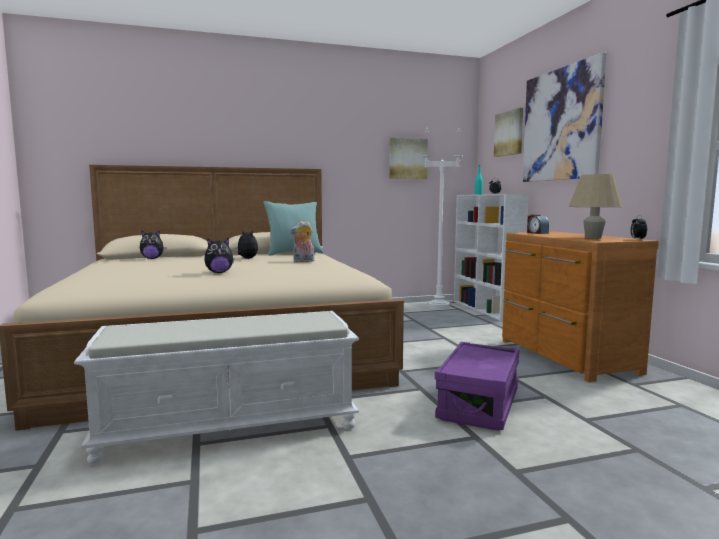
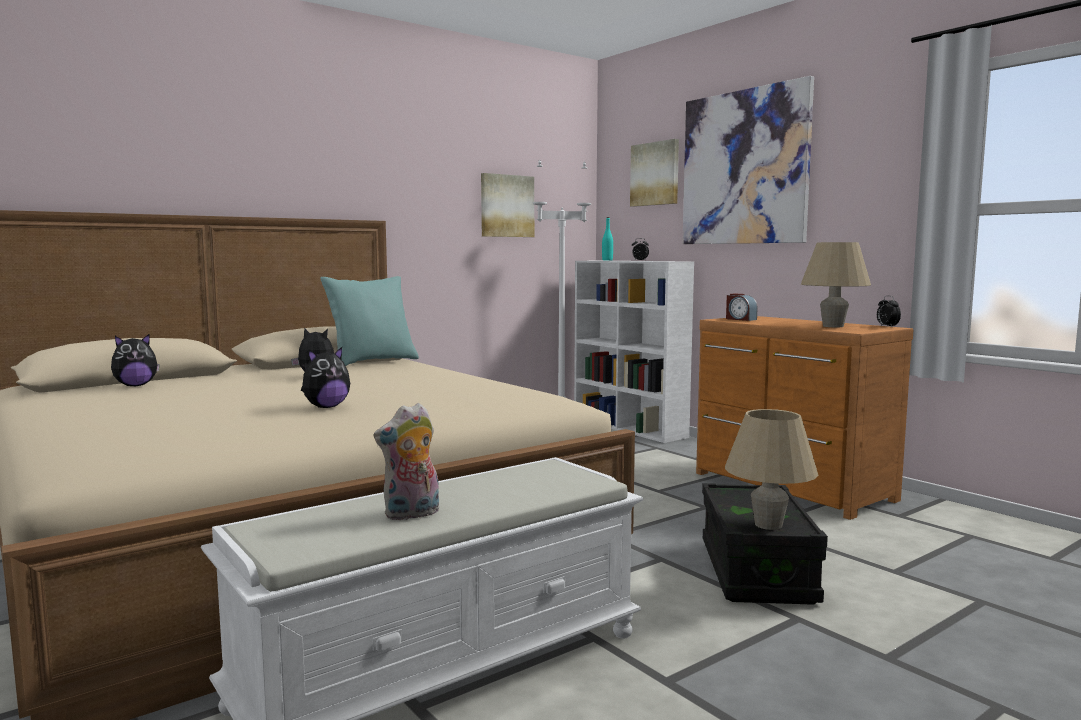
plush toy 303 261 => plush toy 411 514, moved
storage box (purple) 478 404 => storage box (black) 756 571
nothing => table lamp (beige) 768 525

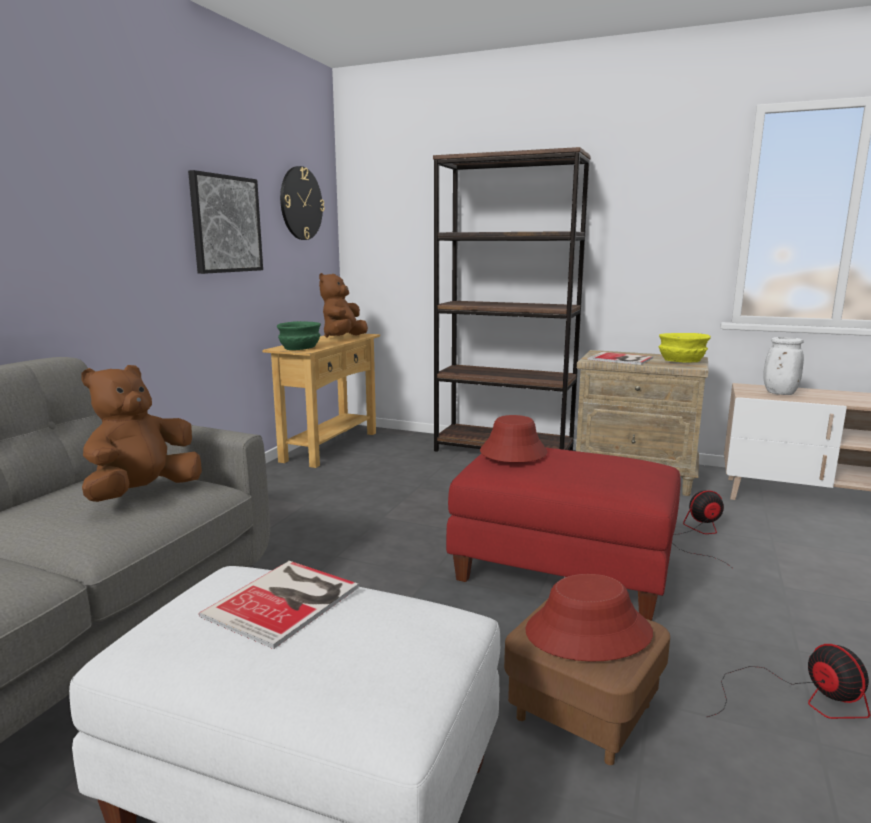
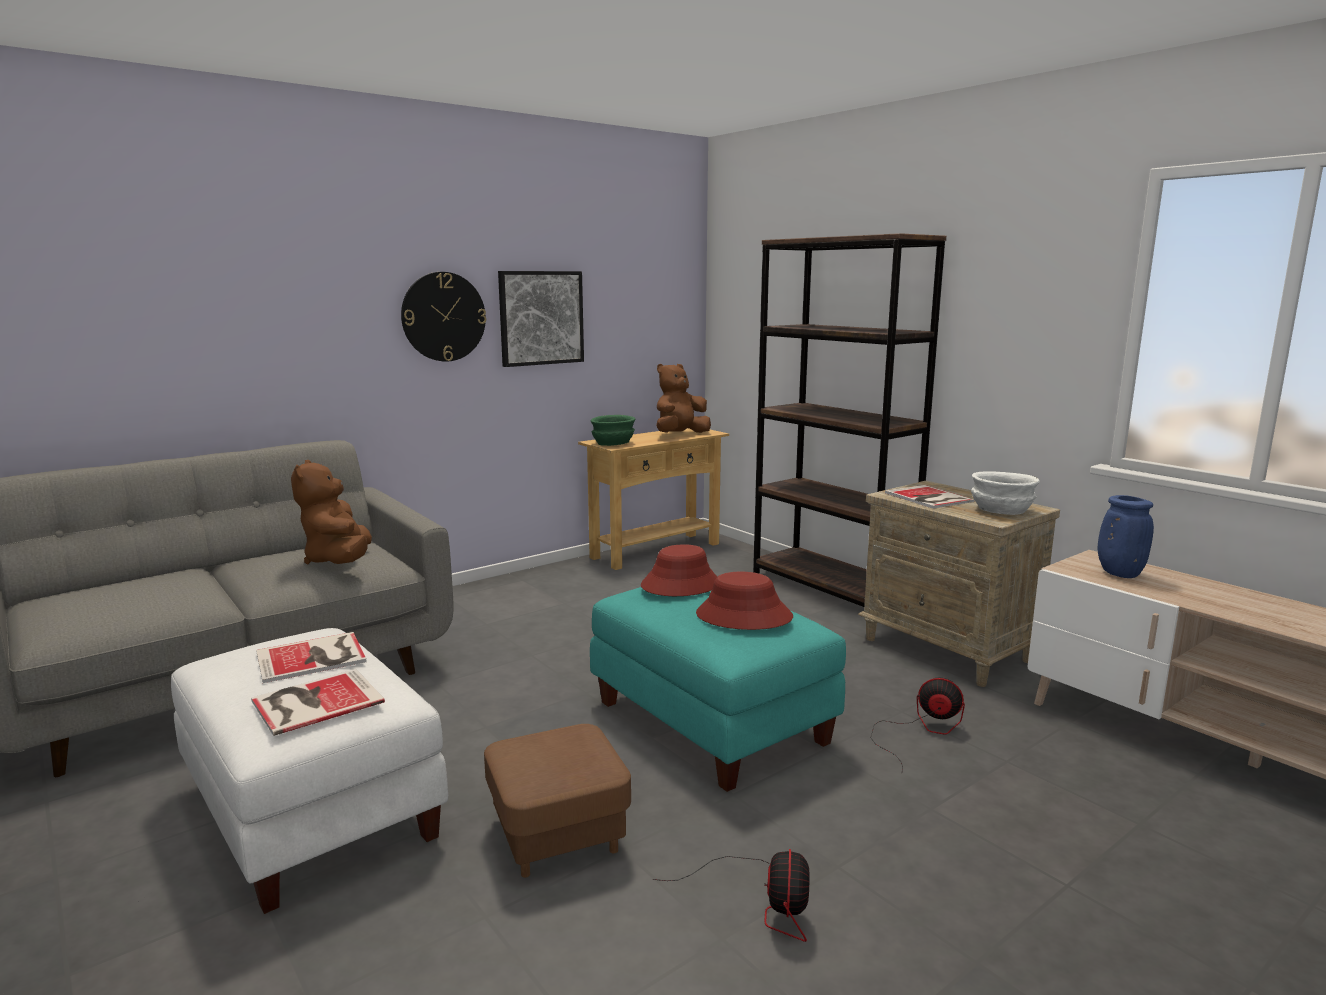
plush toy (brown) 143 493 => plush toy (brown) 339 561, 75 degrees counterclockwise
wall clock 301 203 => wall clock 443 317, moved
ottoman (red) 563 570 => ottoman (turquoise) 713 722
hat (red) 588 633 => hat (red) 743 616, moved
bowl (yellow) 681 361 => bowl (white) 1000 510
vase (white) 778 393 => vase (blue) 1118 573
nothing => book 313 702

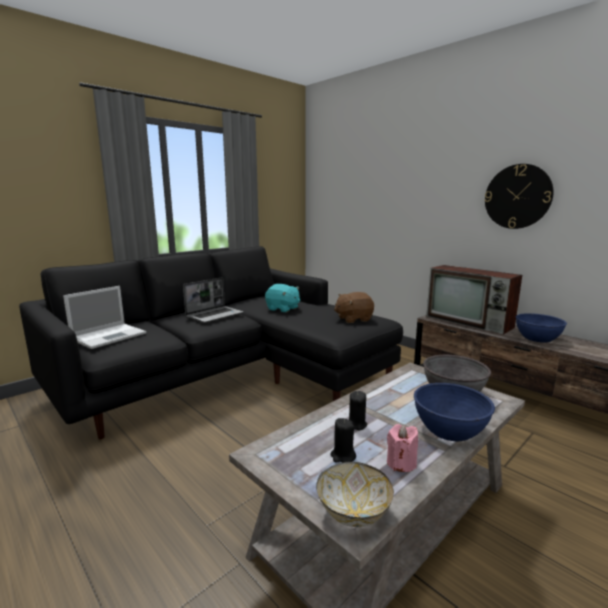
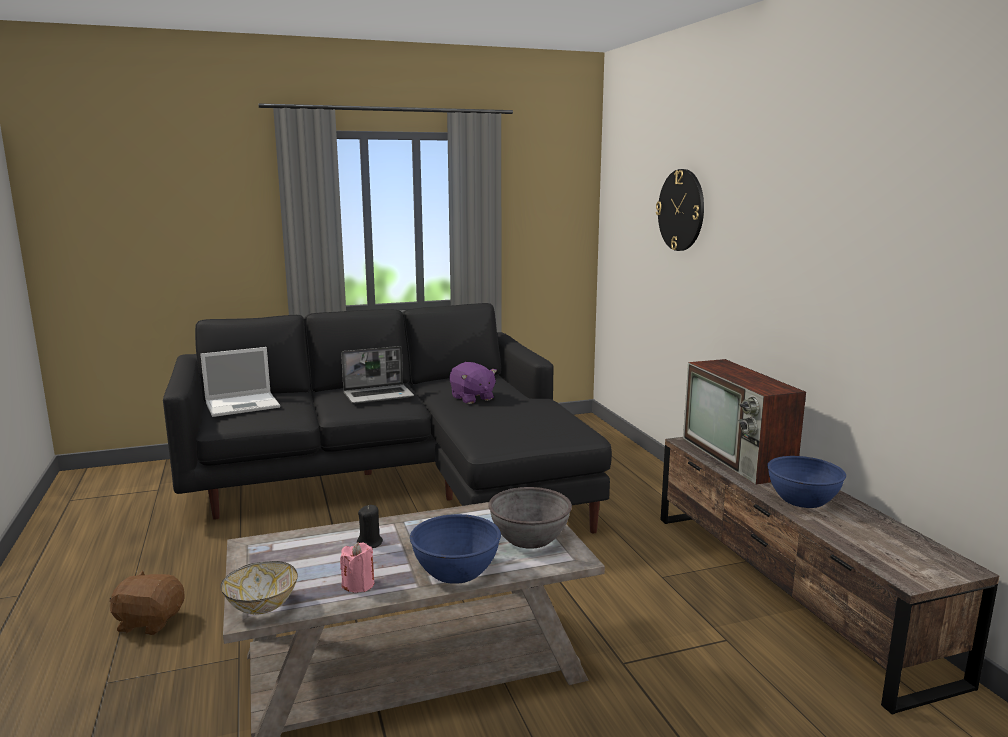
plush toy (turquoise) 283 309 => plush toy (purple) 472 398
candle (black) 343 456 => nothing
plush toy (brown) 353 319 => plush toy (brown) 150 621, moved
wall clock 517 196 => wall clock 681 210, moved

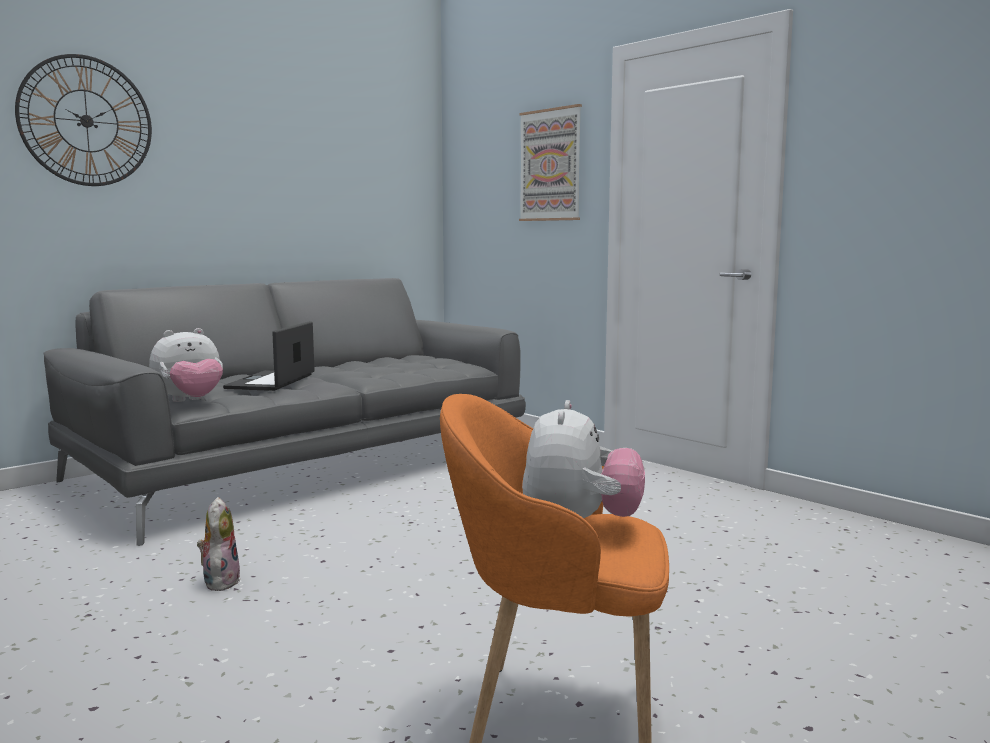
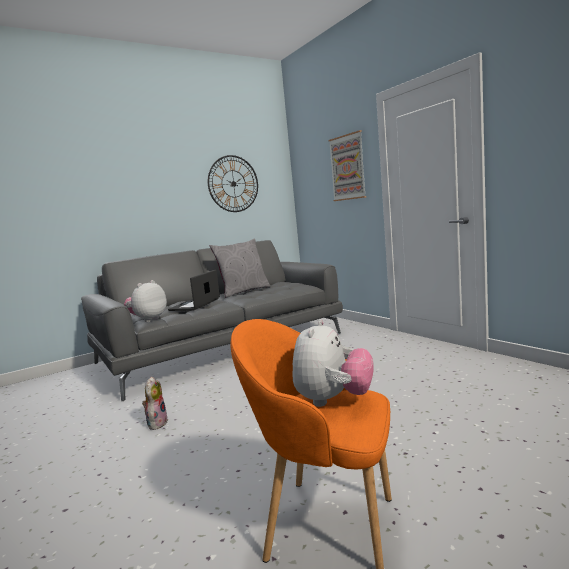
wall clock 86 121 => wall clock 233 184, moved
plush toy 190 401 => plush toy 148 320, 150 degrees clockwise
nothing => pillow (grey) 243 291

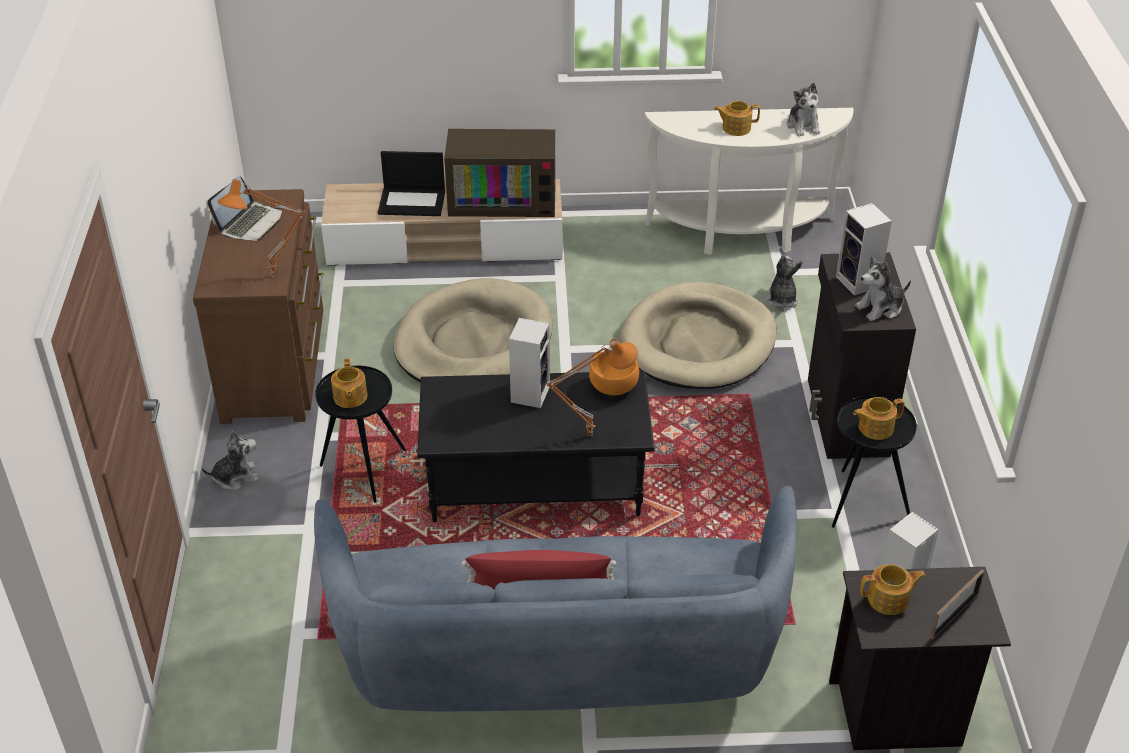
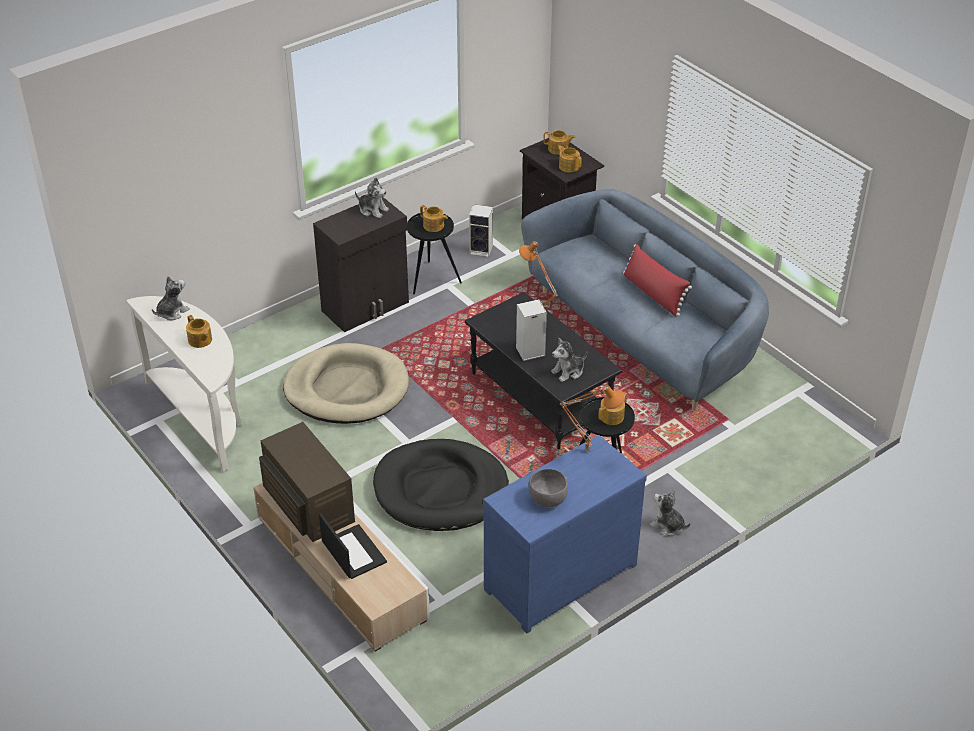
dresser (brown) 277 364 => dresser (blue) 557 575
laptop 250 223 => bowl (grey) 548 499
dog bed (beige) 473 342 => dog bed (black) 440 490
bowl (orange) 614 387 => nothing
plush toy 781 299 => plush toy 568 372, moved
speaker 859 283 => nothing
picture frame 954 616 => teapot 558 149

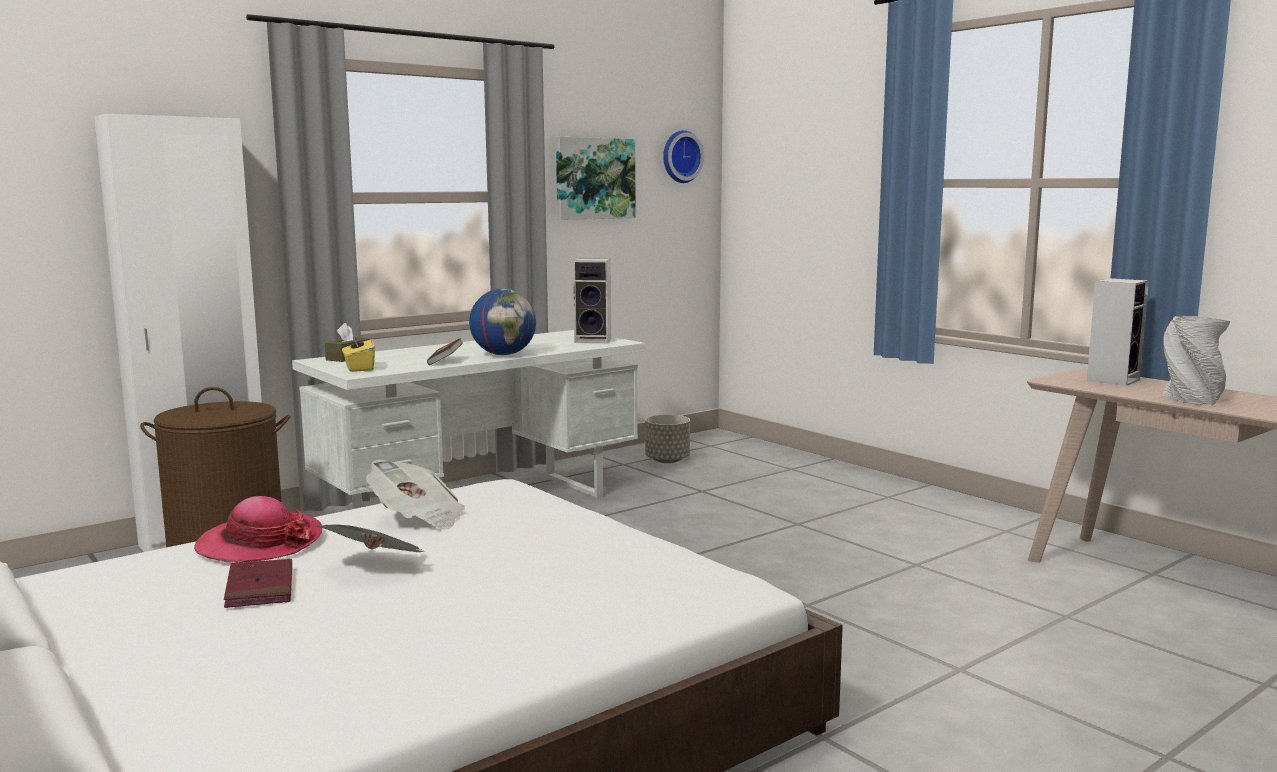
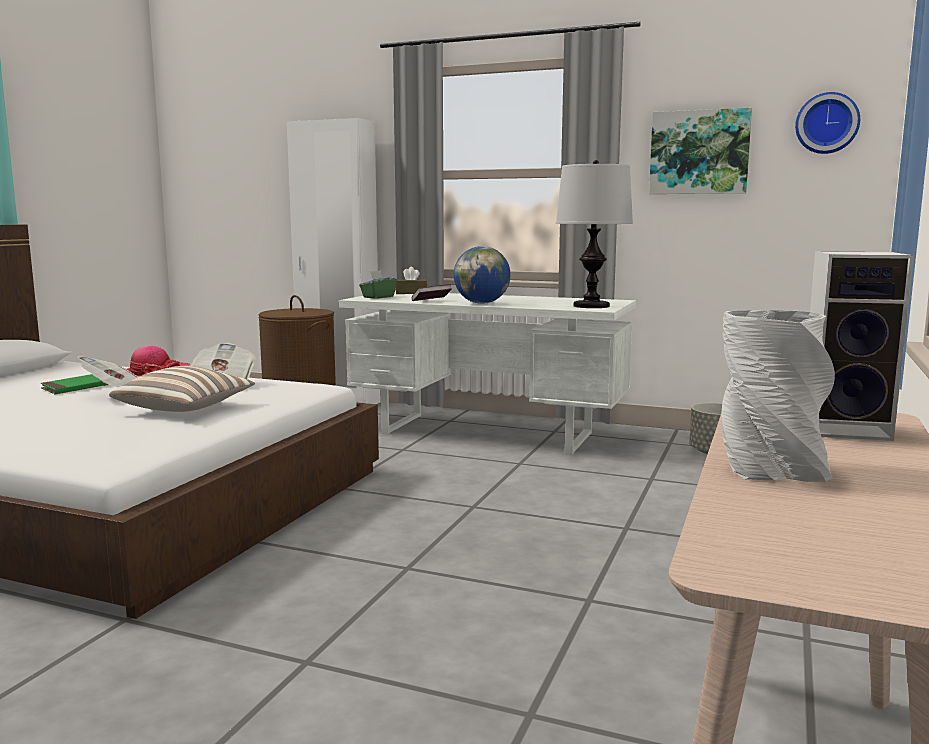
book (red) 260 588 => book (green) 76 387
tissue box (yellow) 359 368 => tissue box (green) 378 297
speaker 594 340 => table lamp 592 306
nothing => pillow 186 409

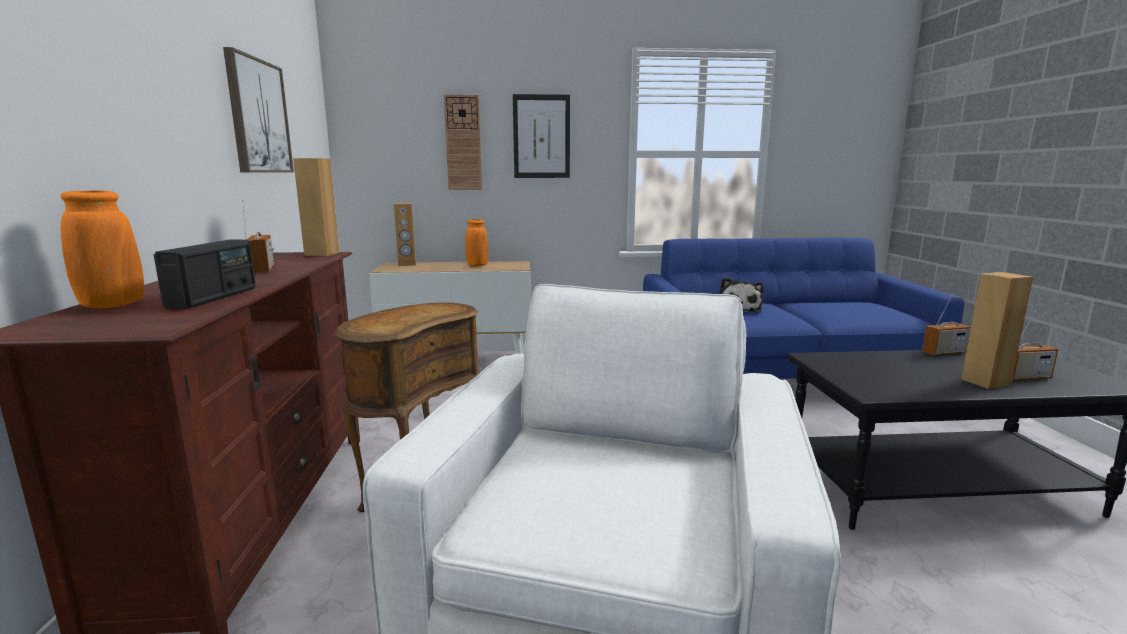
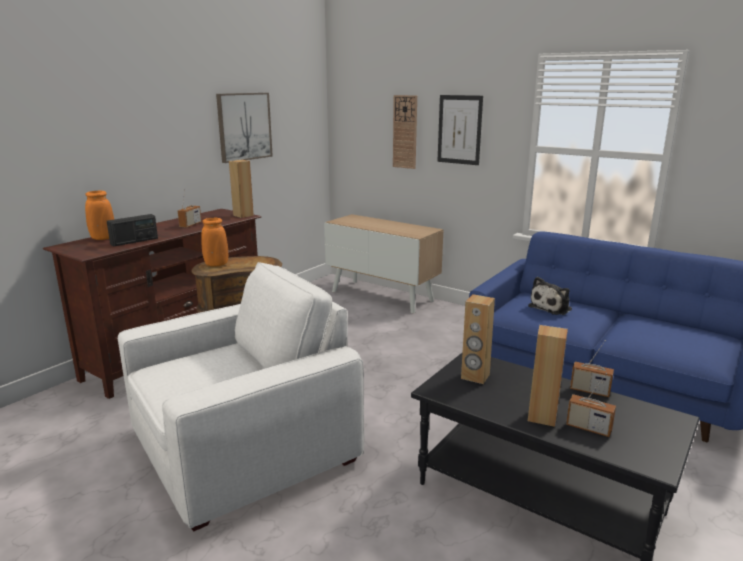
speaker (brown) 407 264 => speaker (brown) 475 377, moved
vase (orange) 477 265 => vase (orange) 216 264, moved

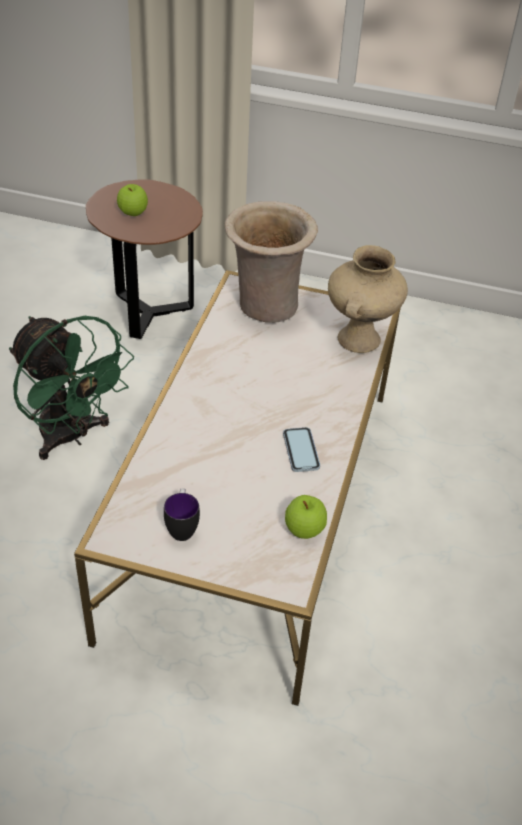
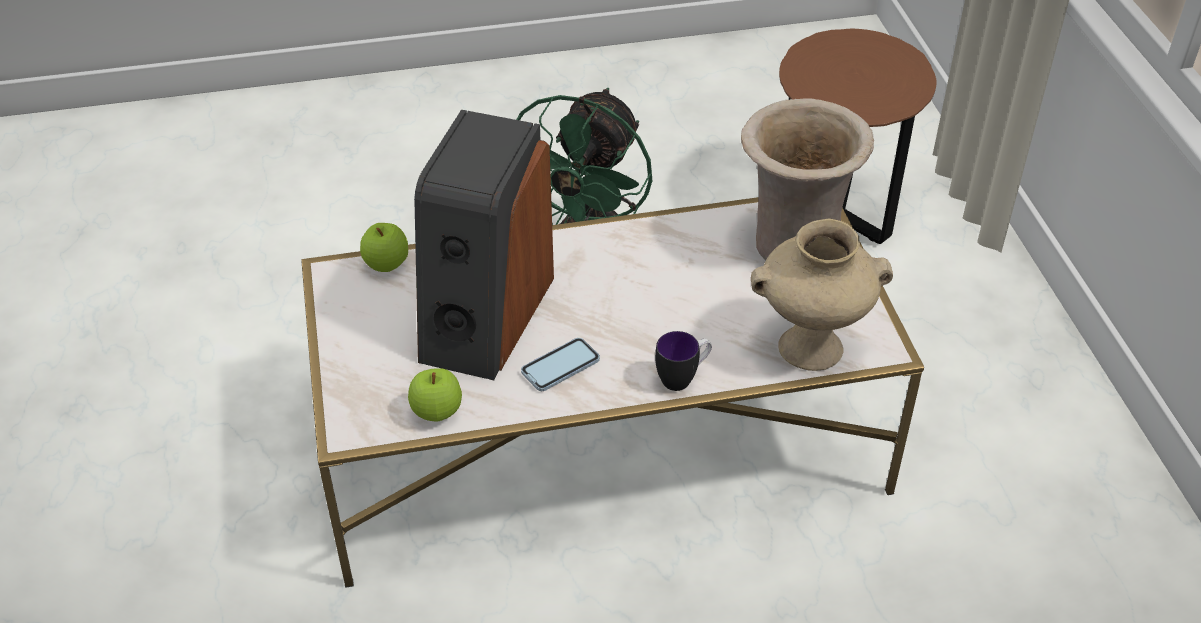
apple 133 213 => apple 386 265, moved
mug 182 527 => mug 683 378, moved
nothing => speaker 485 317

